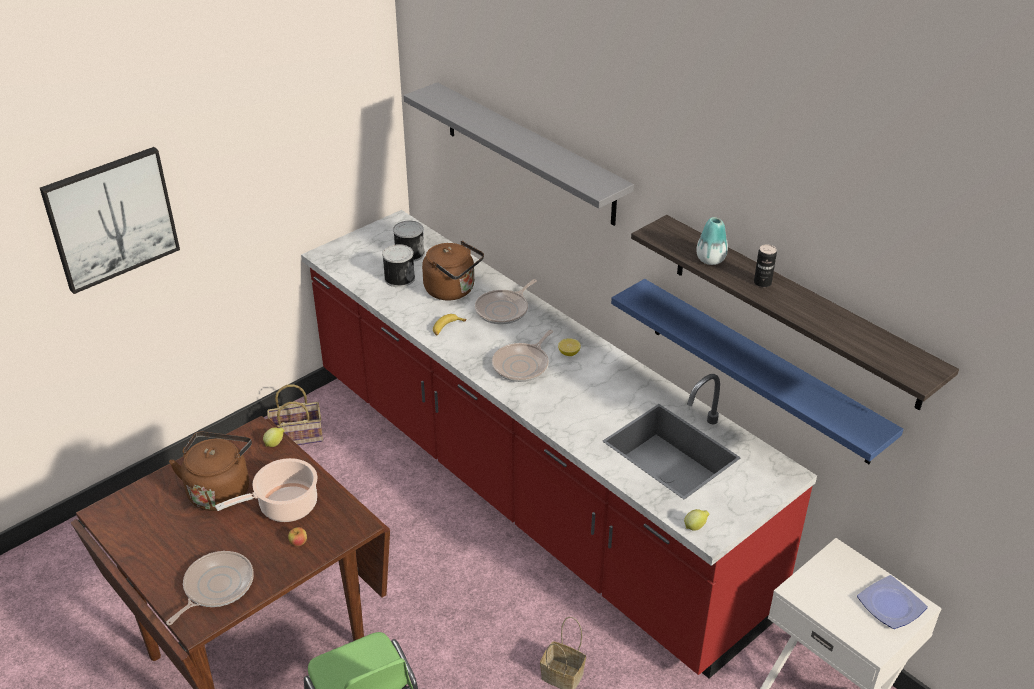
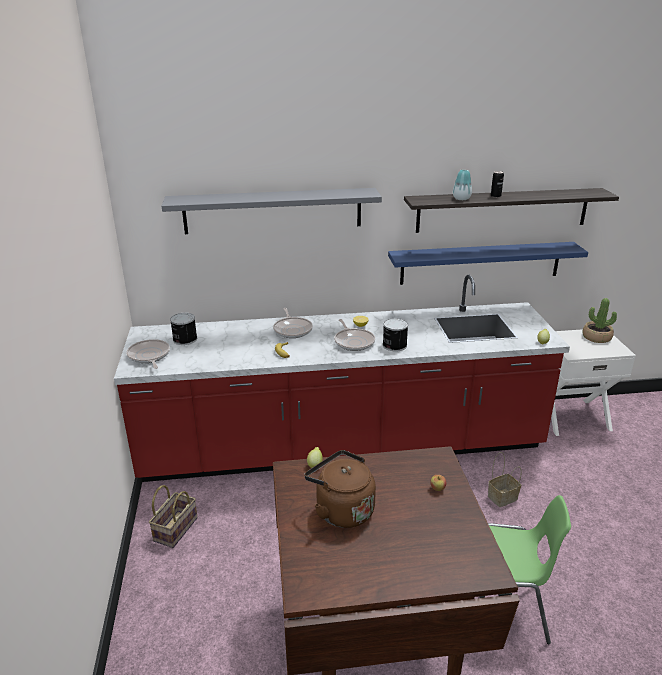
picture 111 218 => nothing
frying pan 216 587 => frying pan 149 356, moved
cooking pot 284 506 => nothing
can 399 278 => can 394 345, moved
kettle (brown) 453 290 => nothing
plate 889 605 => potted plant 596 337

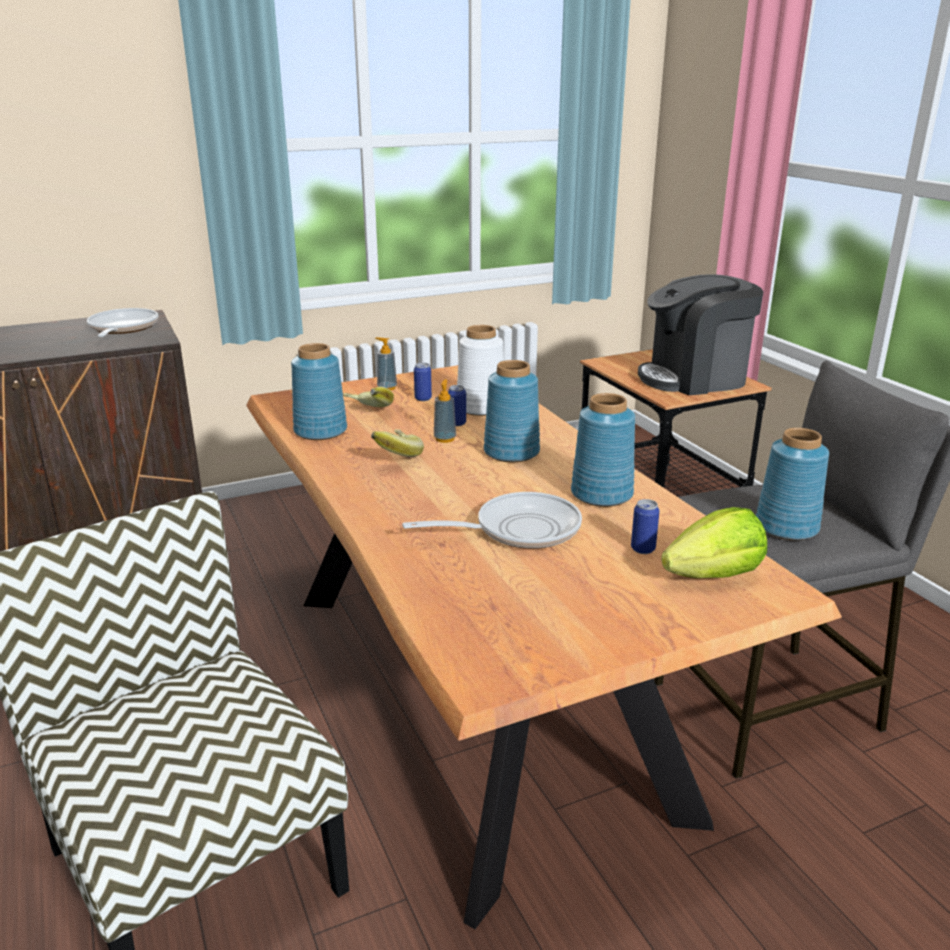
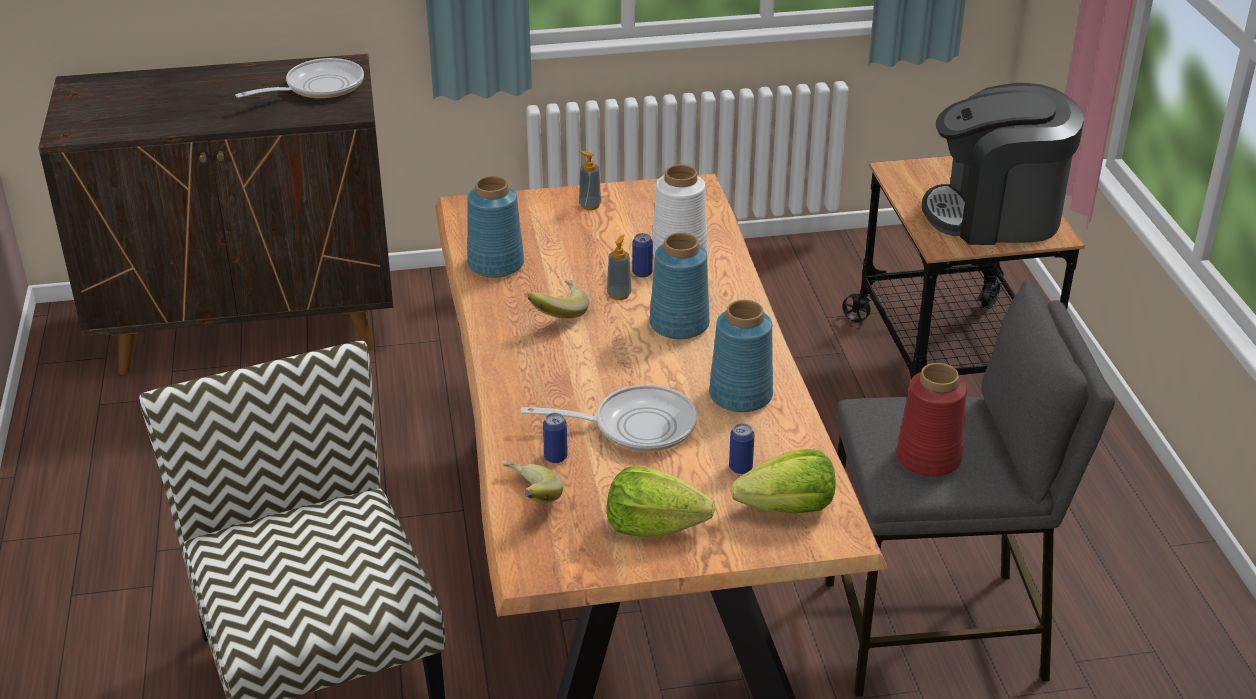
frying pan 122 329 => frying pan 318 87, 45 degrees clockwise
banana 366 412 => banana 527 499, moved
can 423 398 => can 555 457, moved
vase (blue) 785 527 => vase (red) 927 458
nothing => lettuce 654 526

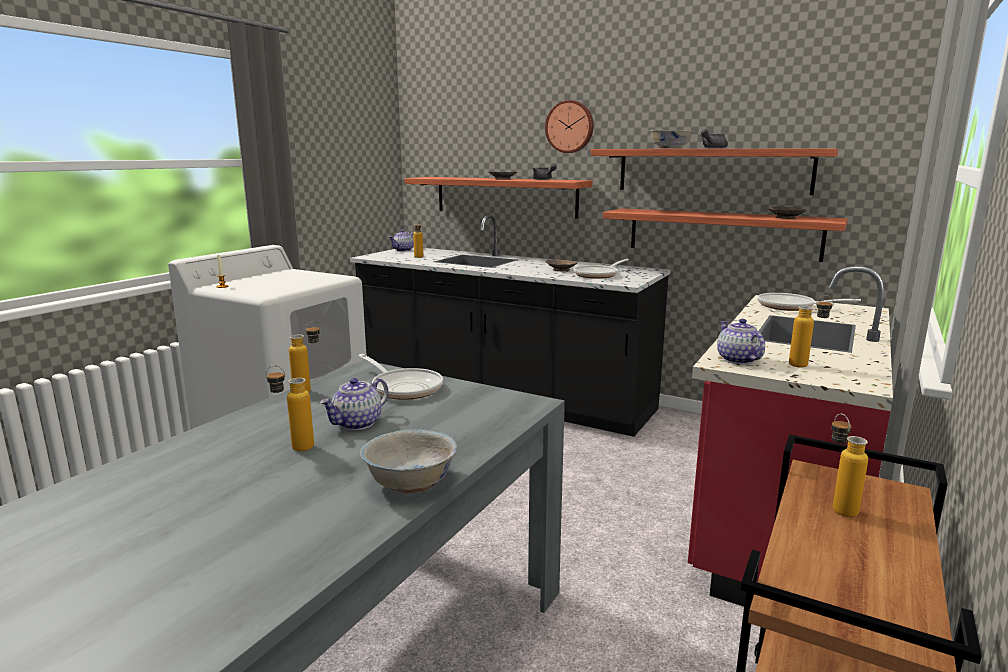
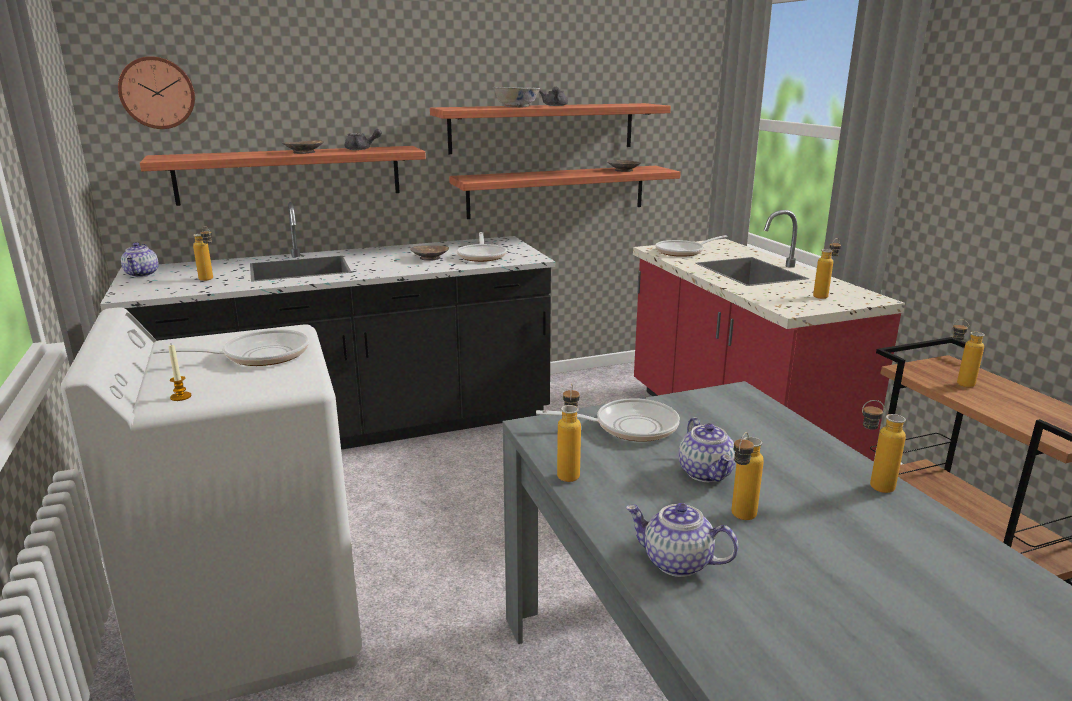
bowl (white) 410 482 => bottle 871 486
wall clock 570 127 => wall clock 157 93, moved
teapot 737 359 => teapot 676 562, moved
nothing => frying pan 258 355

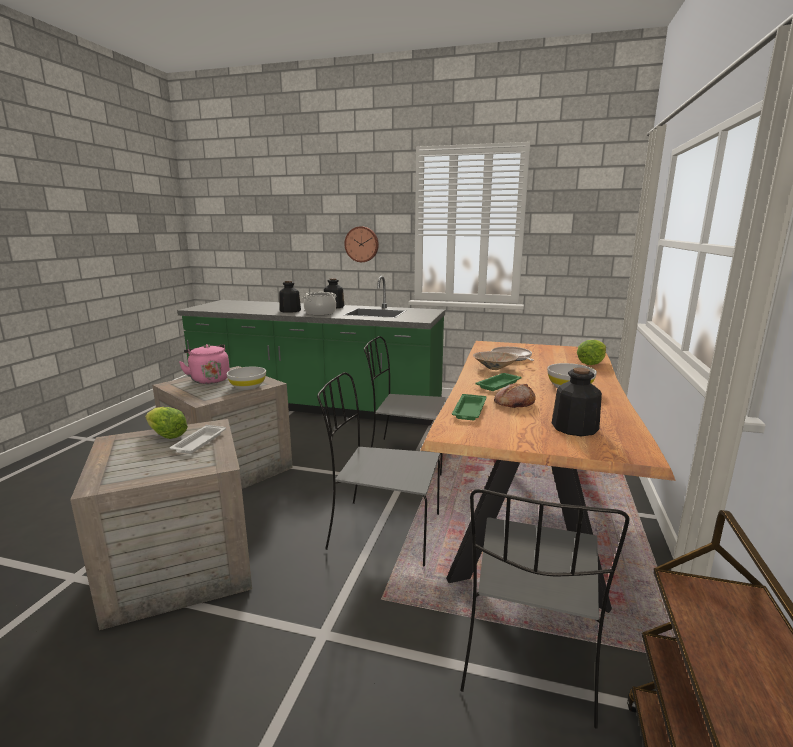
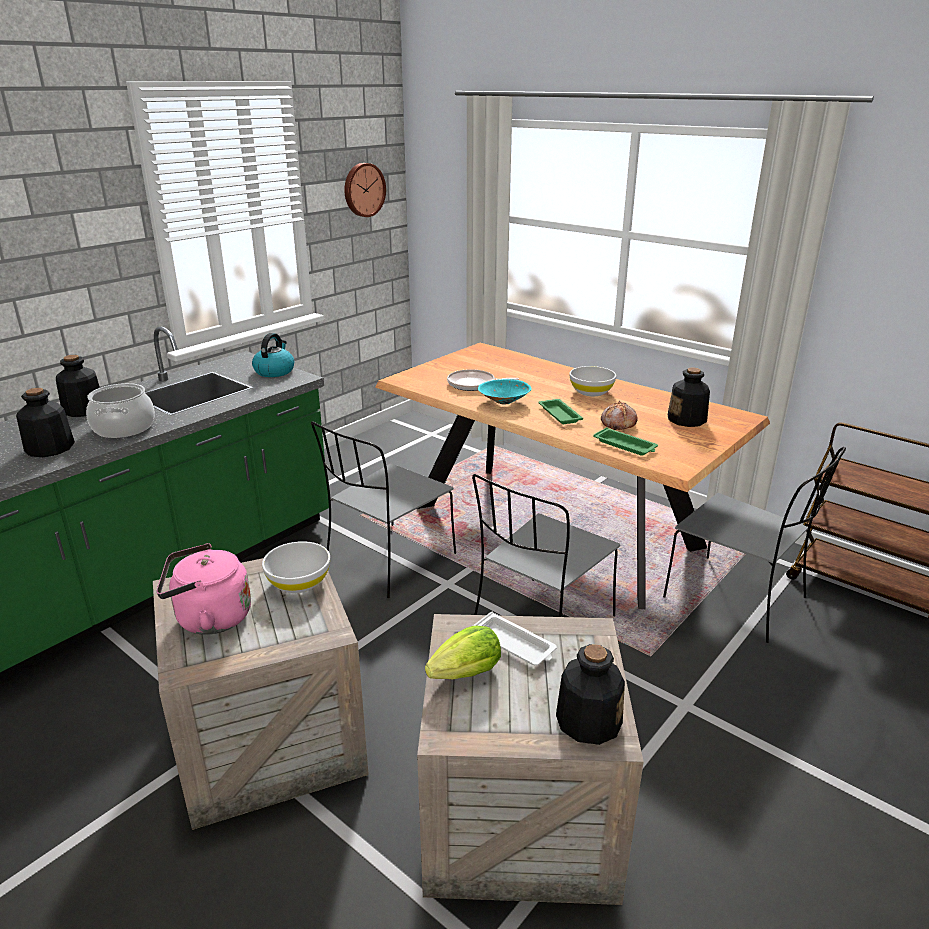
wall clock 362 244 => wall clock 363 190, moved
bowl (beige) 494 368 => bowl (turquoise) 503 401
lettuce 591 363 => nothing
nothing => kettle 274 371
nothing => bottle 587 721

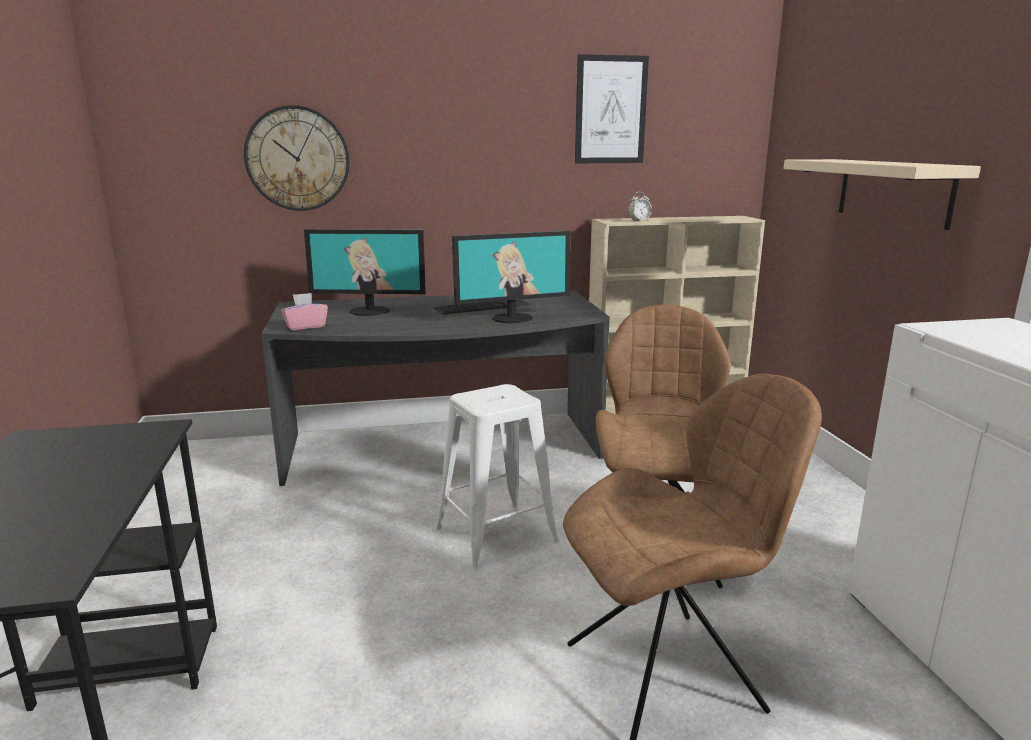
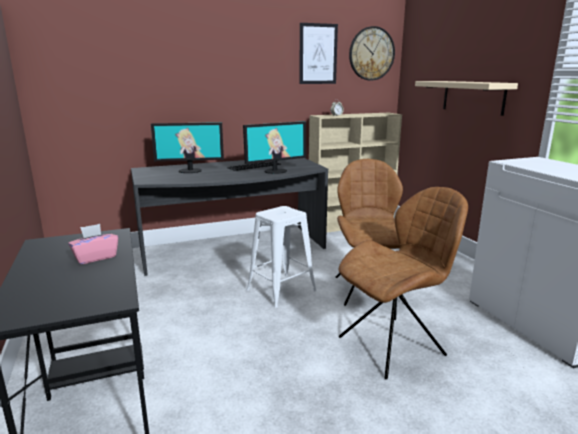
wall clock 297 159 => wall clock 371 53, moved
tissue box (pink) 305 326 => tissue box (pink) 95 257, moved

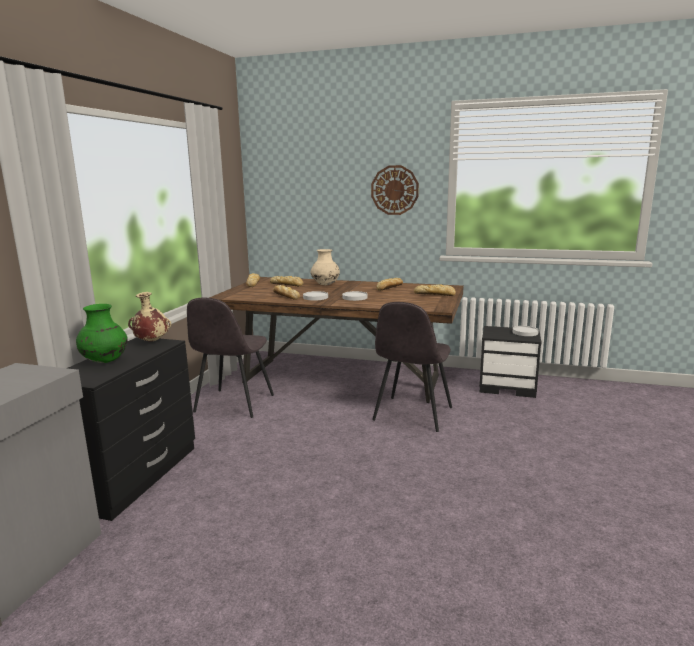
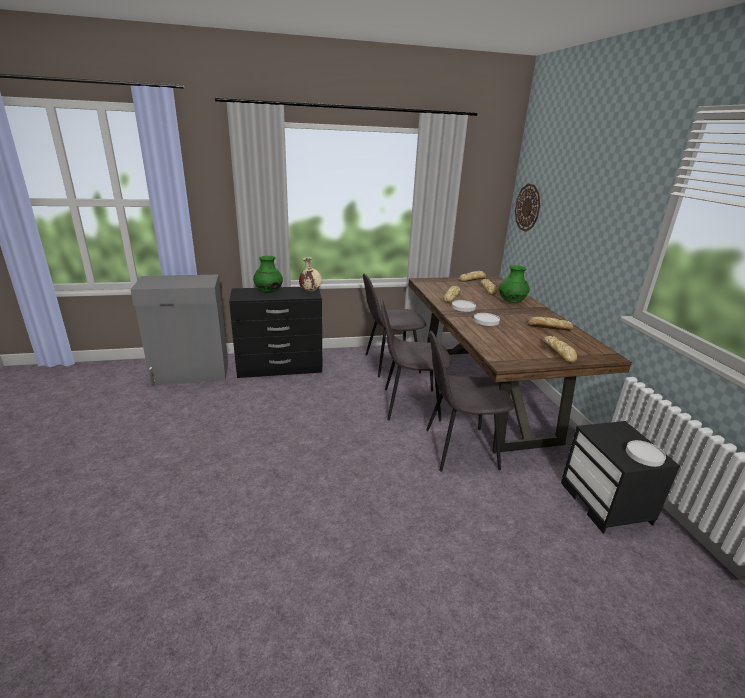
vase (beige) 325 285 => vase (green) 511 302
wall clock 394 190 => wall clock 527 207, moved
nothing => chair (grey) 409 404

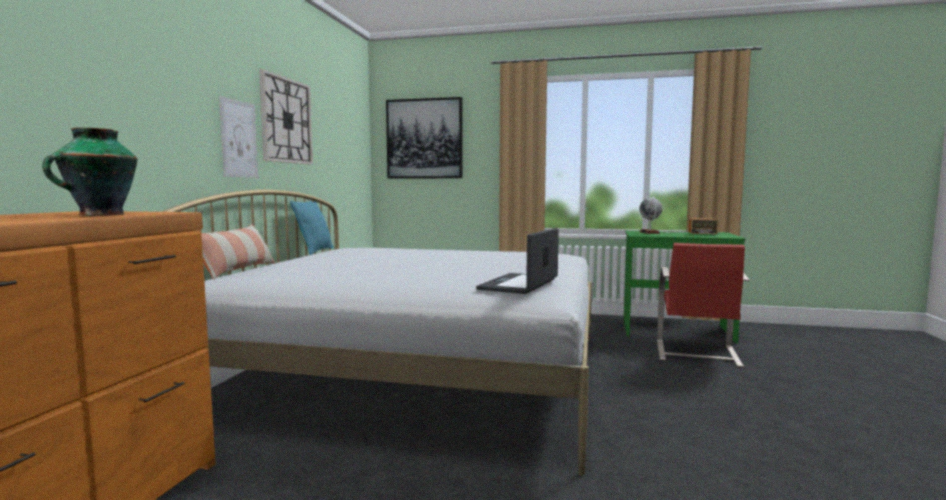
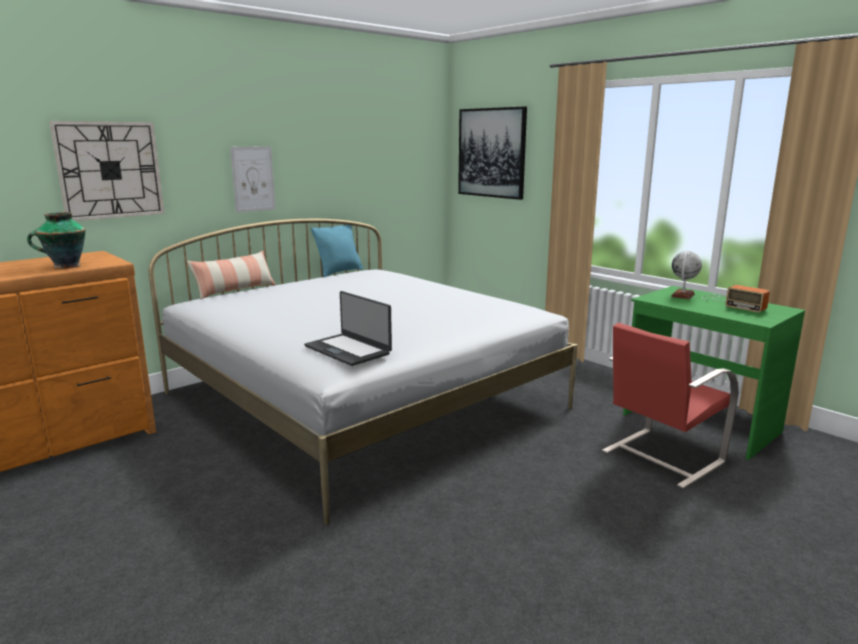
wall clock 286 120 => wall clock 110 170, moved
laptop 520 284 => laptop 348 350, 105 degrees counterclockwise

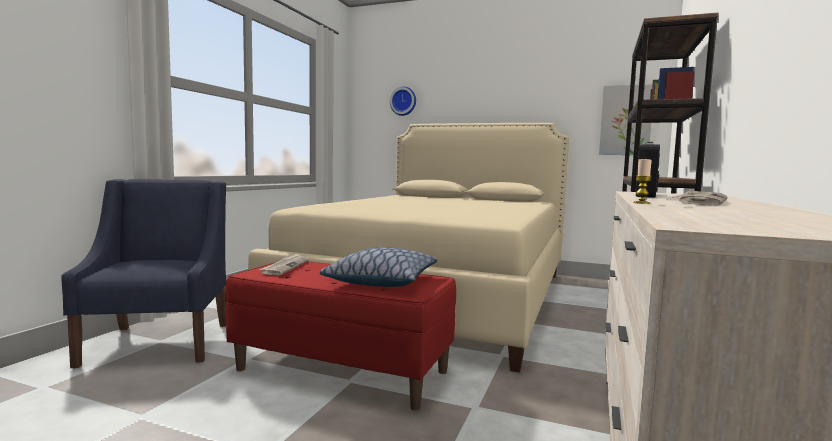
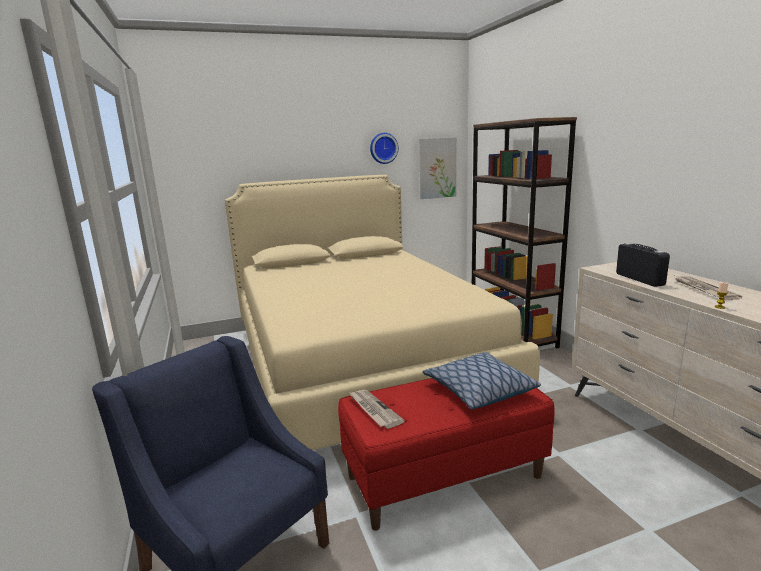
wall clock 403 101 => wall clock 383 148, moved

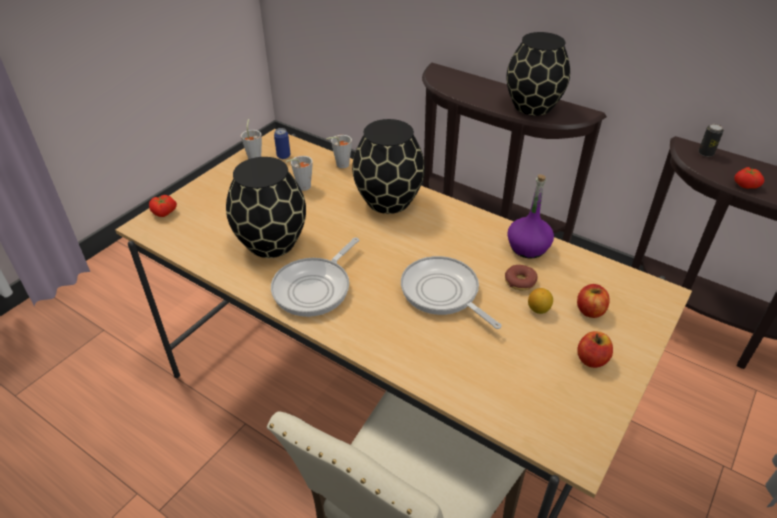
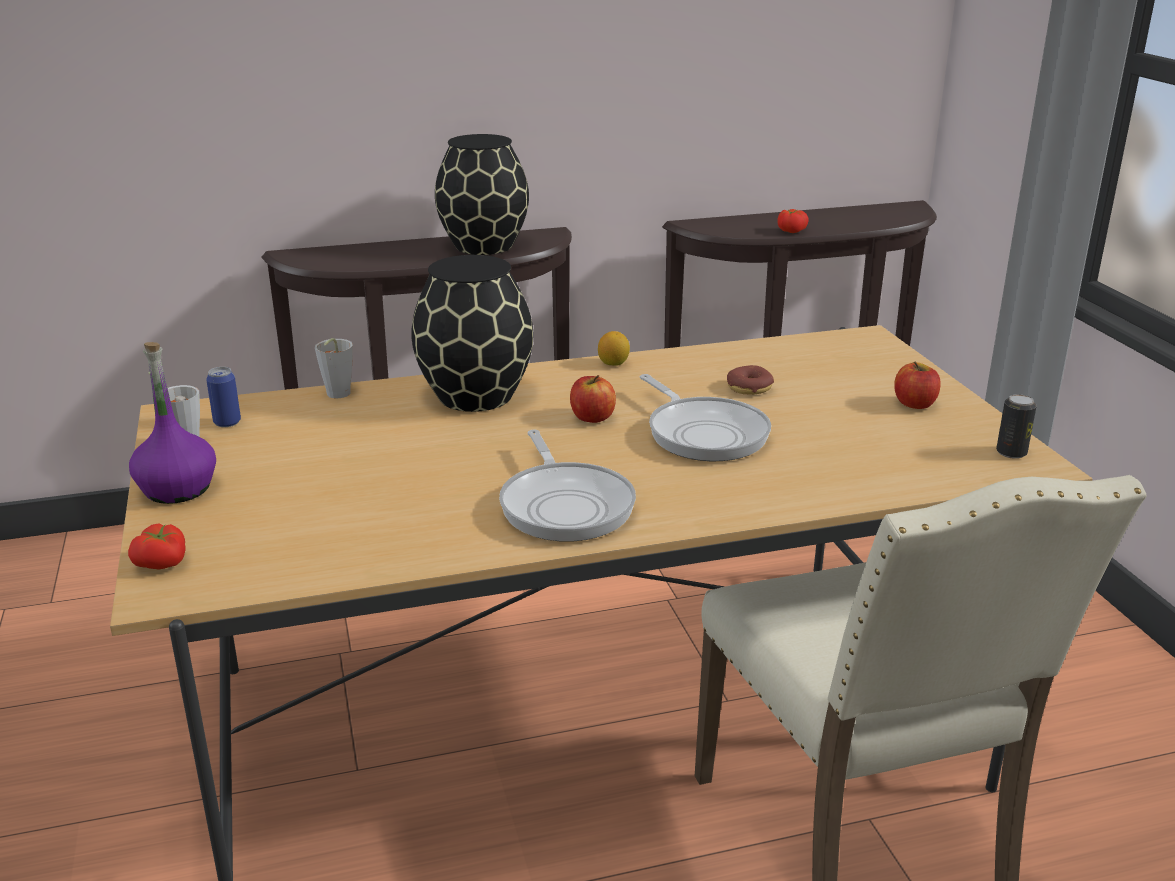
vase (black) 272 243 => nothing
cup (grey) 301 187 => nothing
frying pan 443 293 => frying pan 704 433, 120 degrees counterclockwise
bottle (purple) 528 247 => bottle (purple) 177 489, moved
lemon 538 309 => lemon 613 363, moved
apple 590 310 => apple 592 417, moved
can 705 153 => can 1011 453, moved

